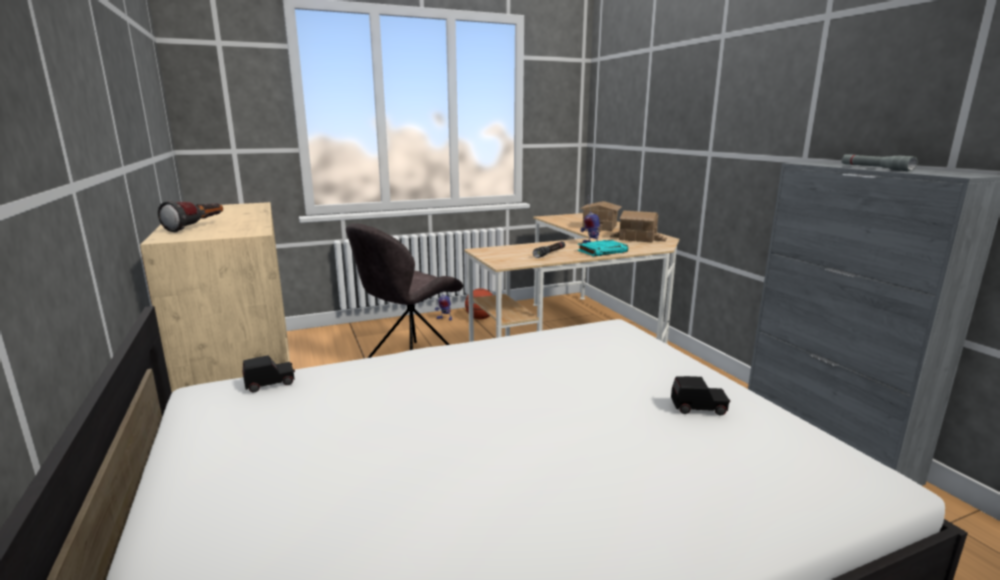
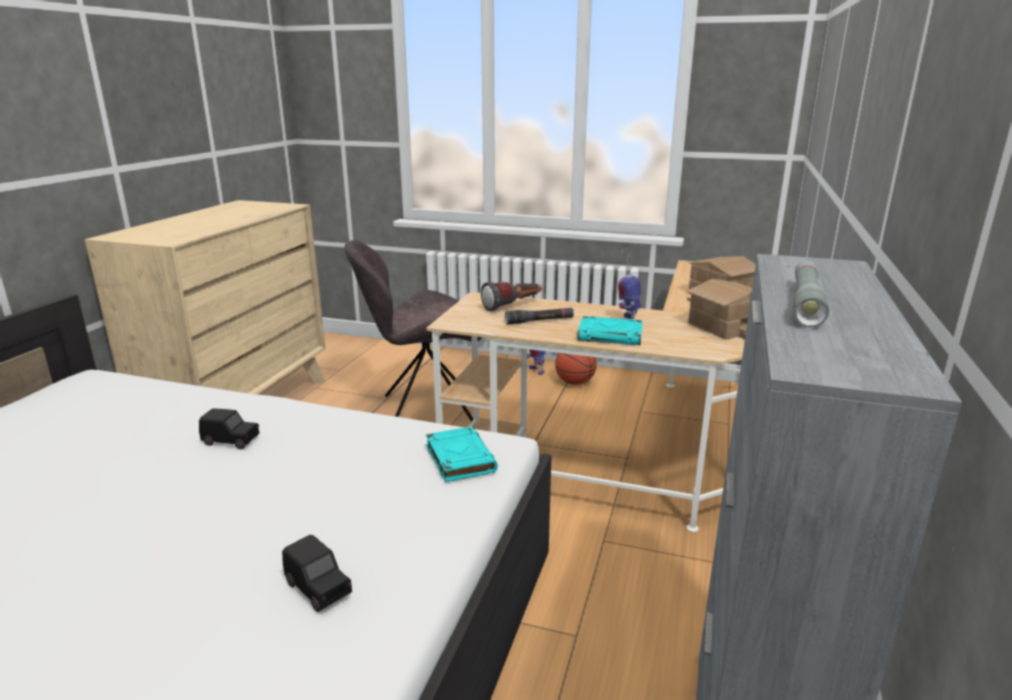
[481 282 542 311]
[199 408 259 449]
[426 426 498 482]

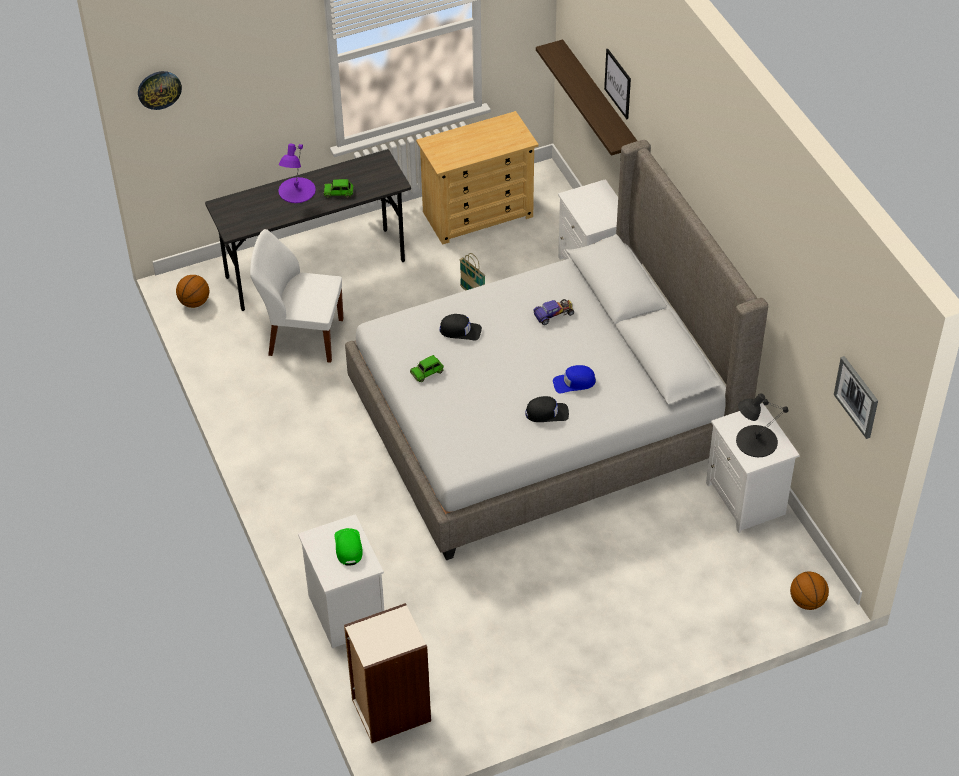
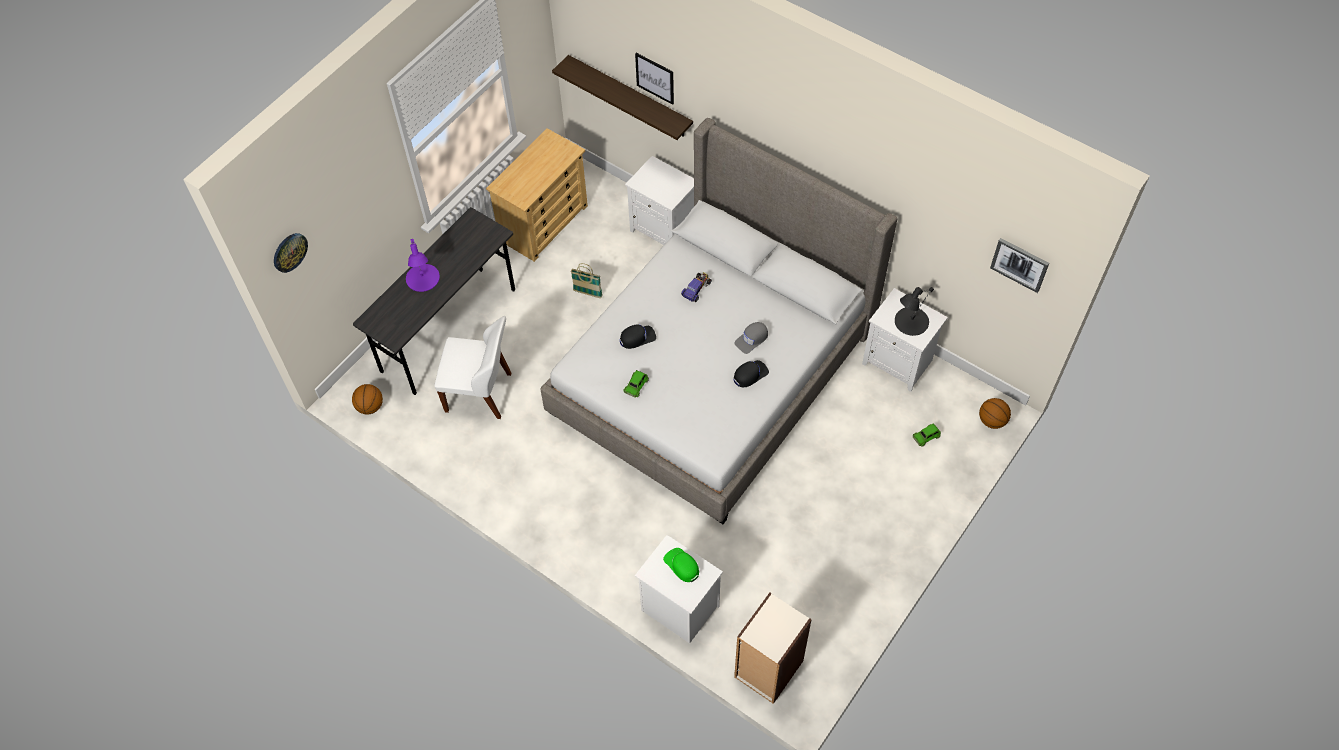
[913 424 941 447]
[434 316 511 419]
[734 322 768 354]

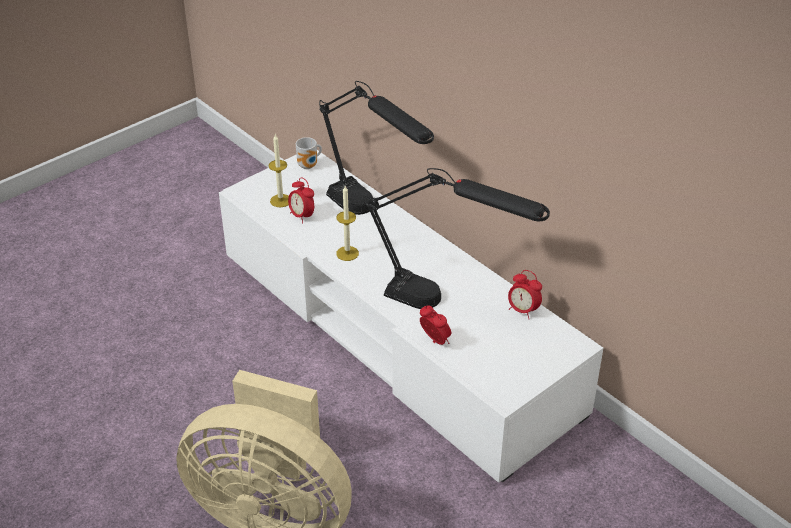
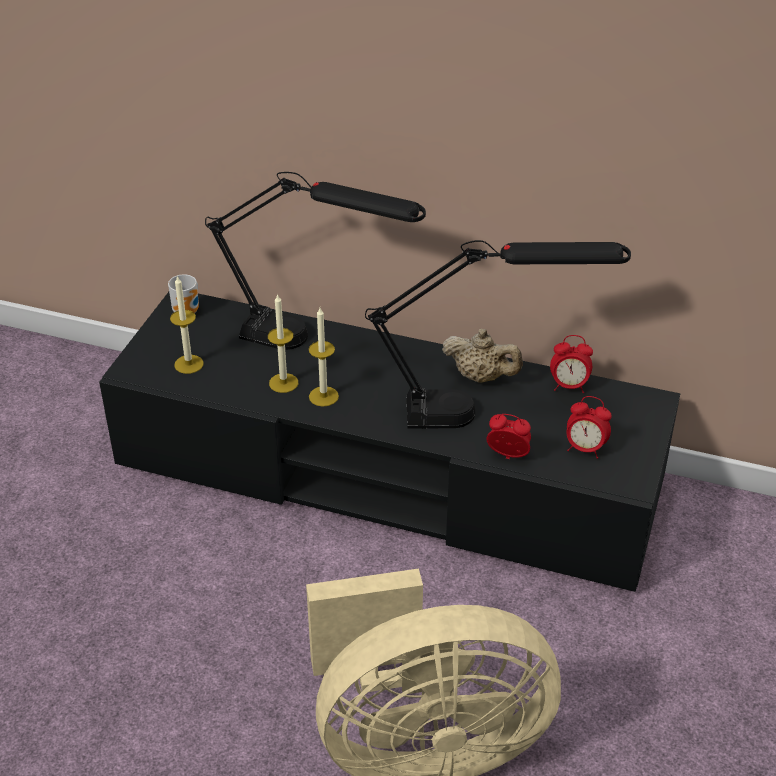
[99 292 680 592]
[567 396 612 459]
[268 294 298 393]
[442 329 523 383]

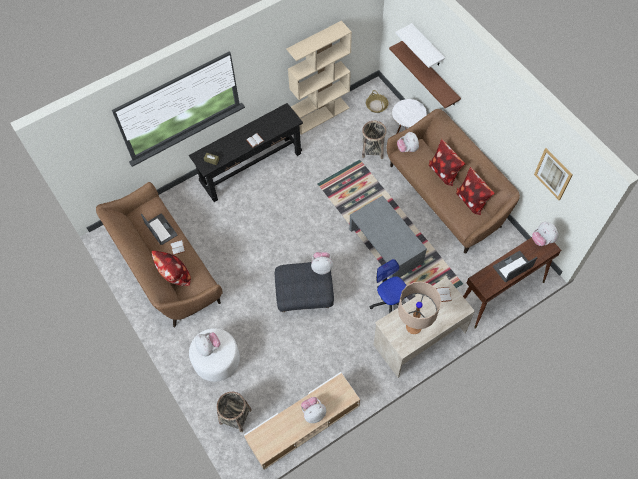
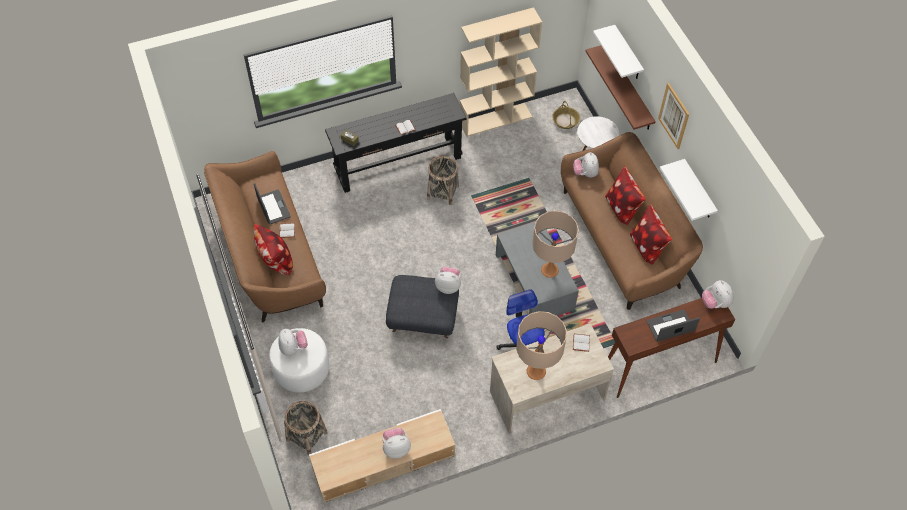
[427 156 459 205]
[658 83 689 149]
[660 159 718 221]
[532 211 579 278]

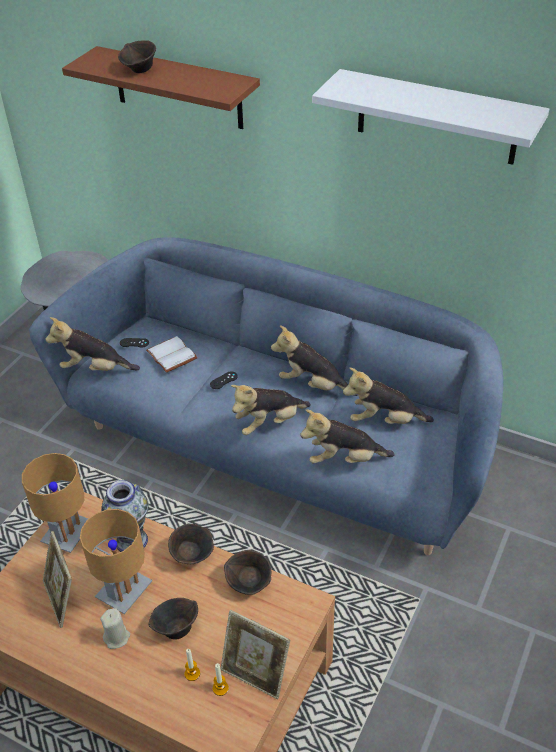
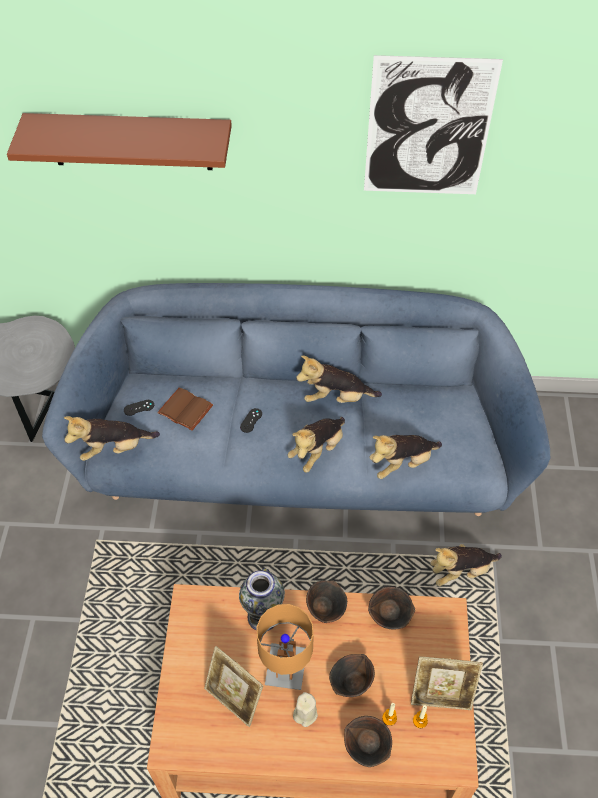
[344 716 392 767]
[364 55 503 194]
[157 388 213 431]
[430 544 502 586]
[22 453 88 553] (first image)

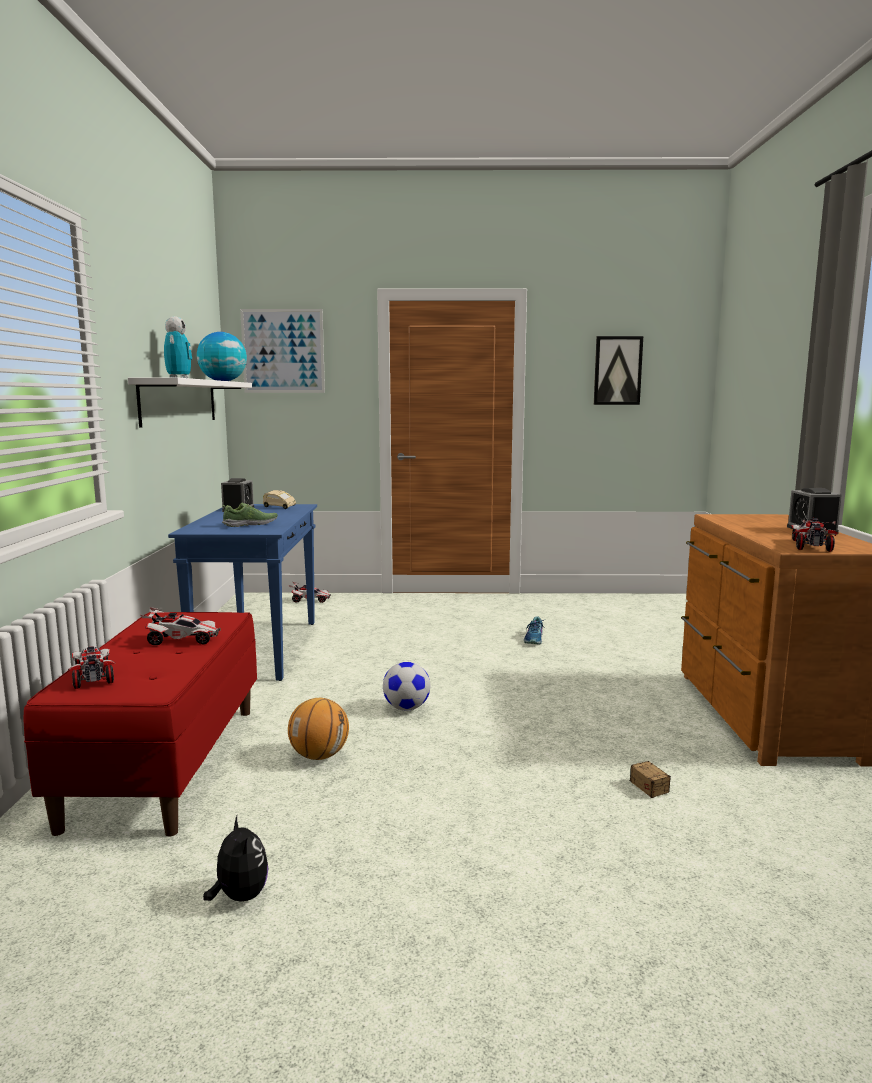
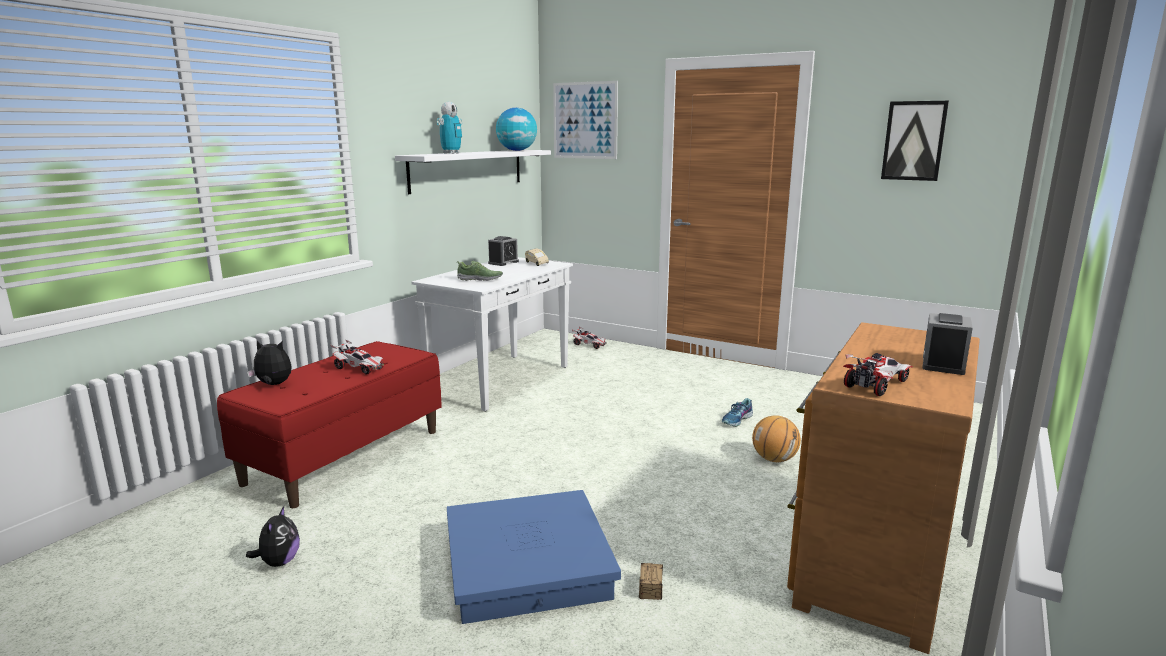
[411 257 573 412]
[247 341 292 385]
[383 662 430 710] (first image)
[752 415 801 462]
[447 490 621 624]

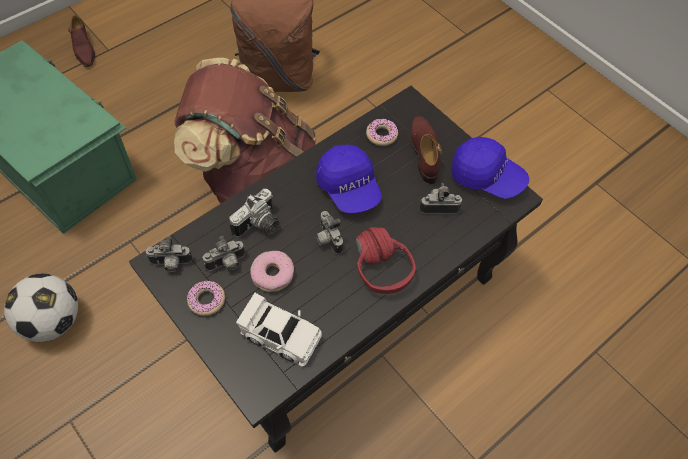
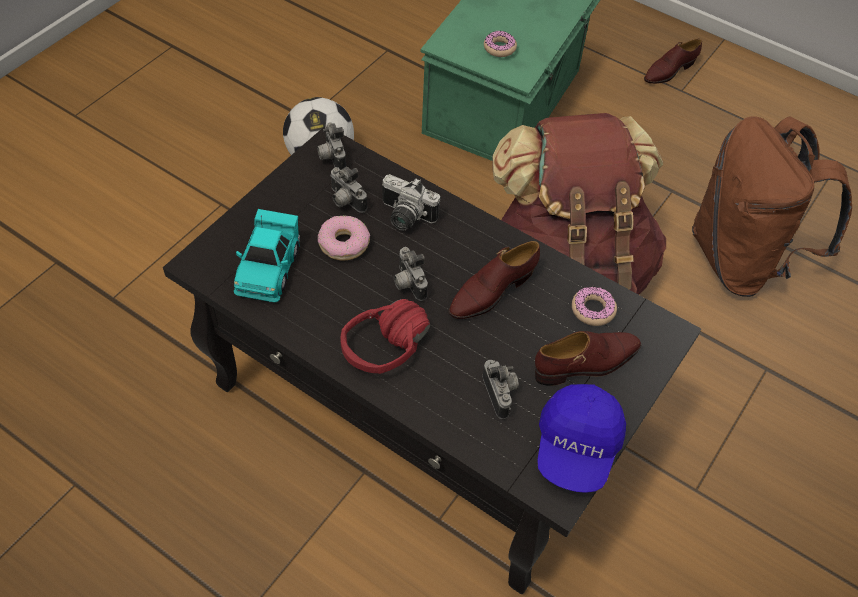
[448 241 540 319]
[394 247 428 301]
[484 31 517 57]
[234 209 300 302]

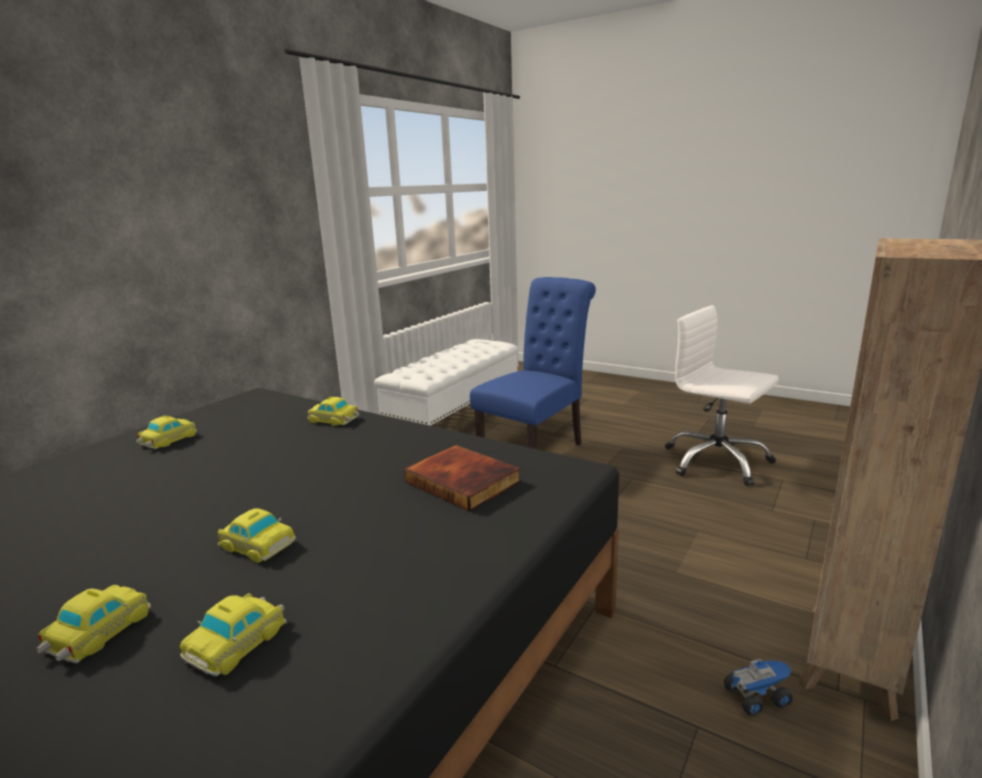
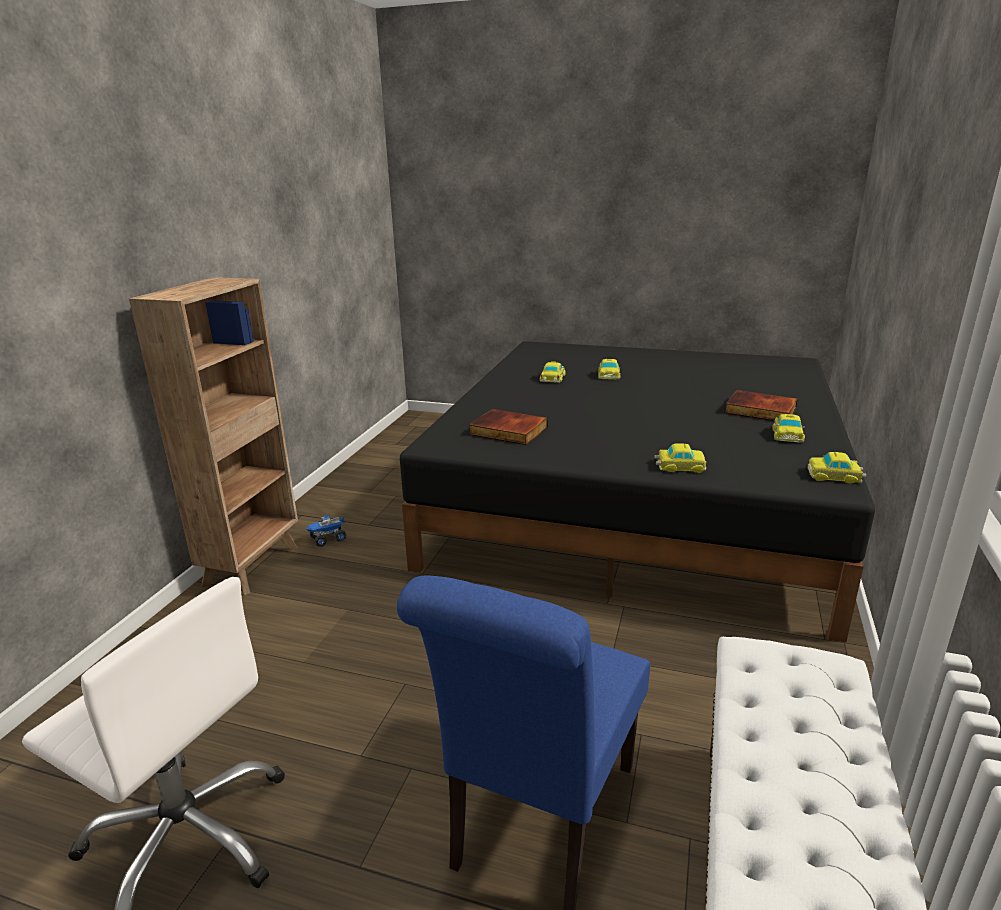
[808 452 866 483]
[725 390 798 421]

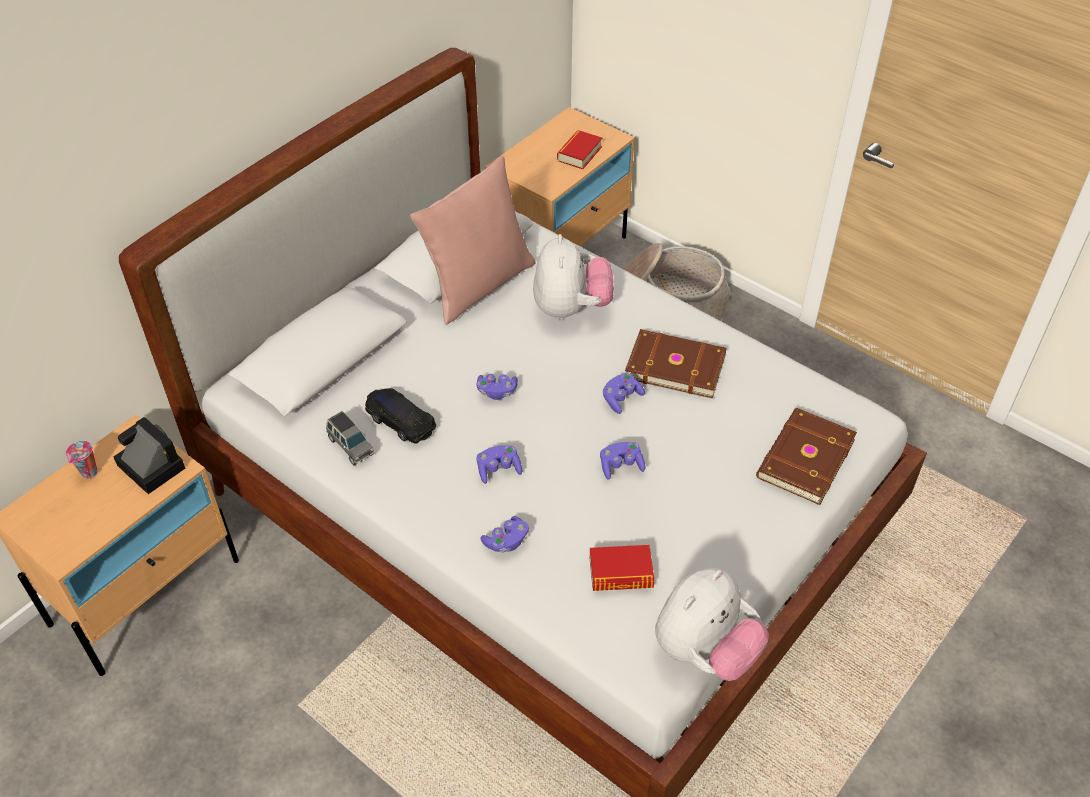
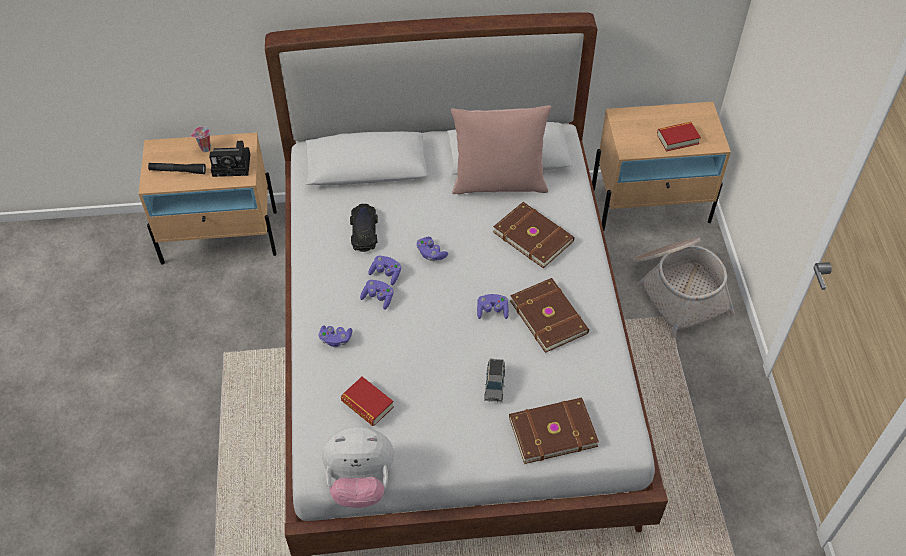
[493 202 575 268]
[484 359 505 402]
[209 141 250 177]
[368 256 401 285]
[148 163 206 174]

